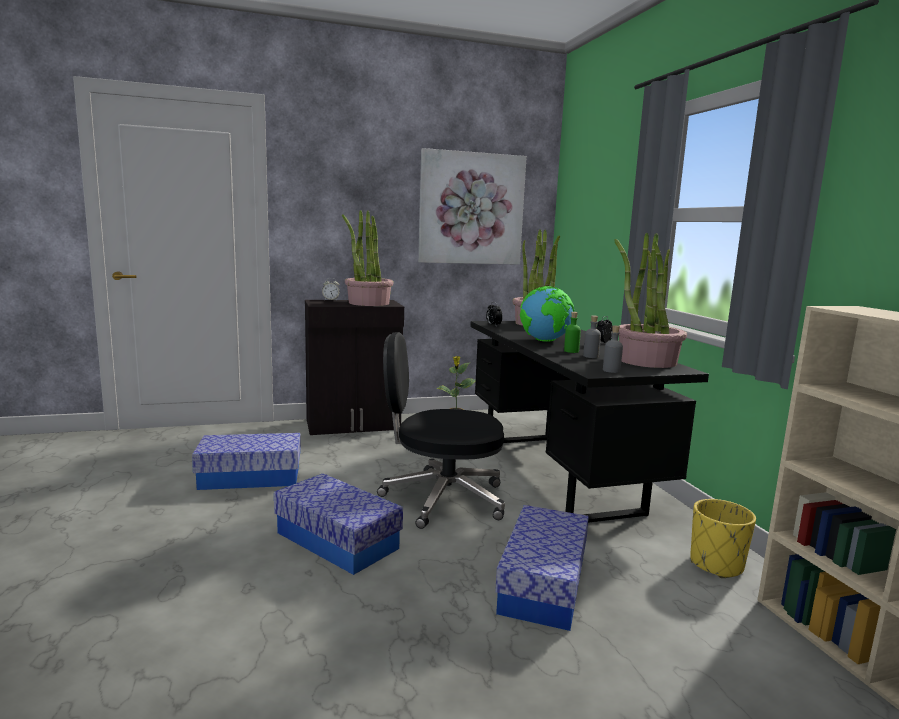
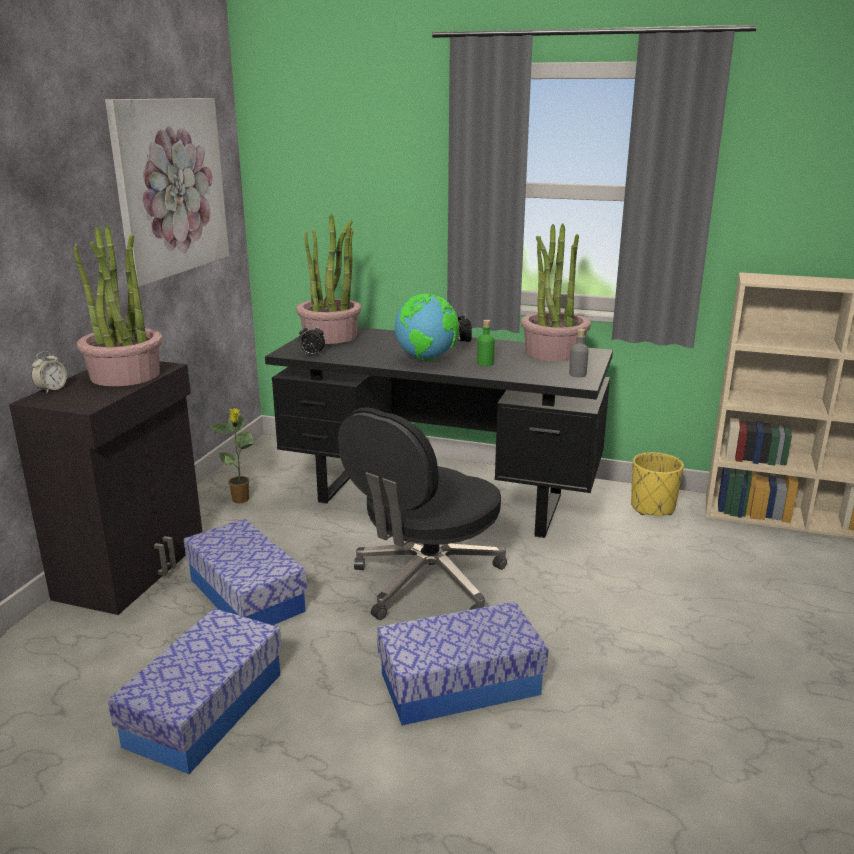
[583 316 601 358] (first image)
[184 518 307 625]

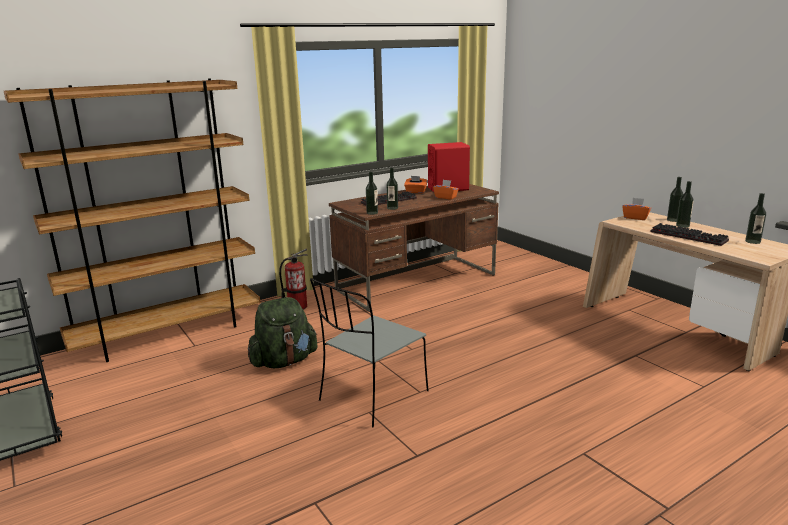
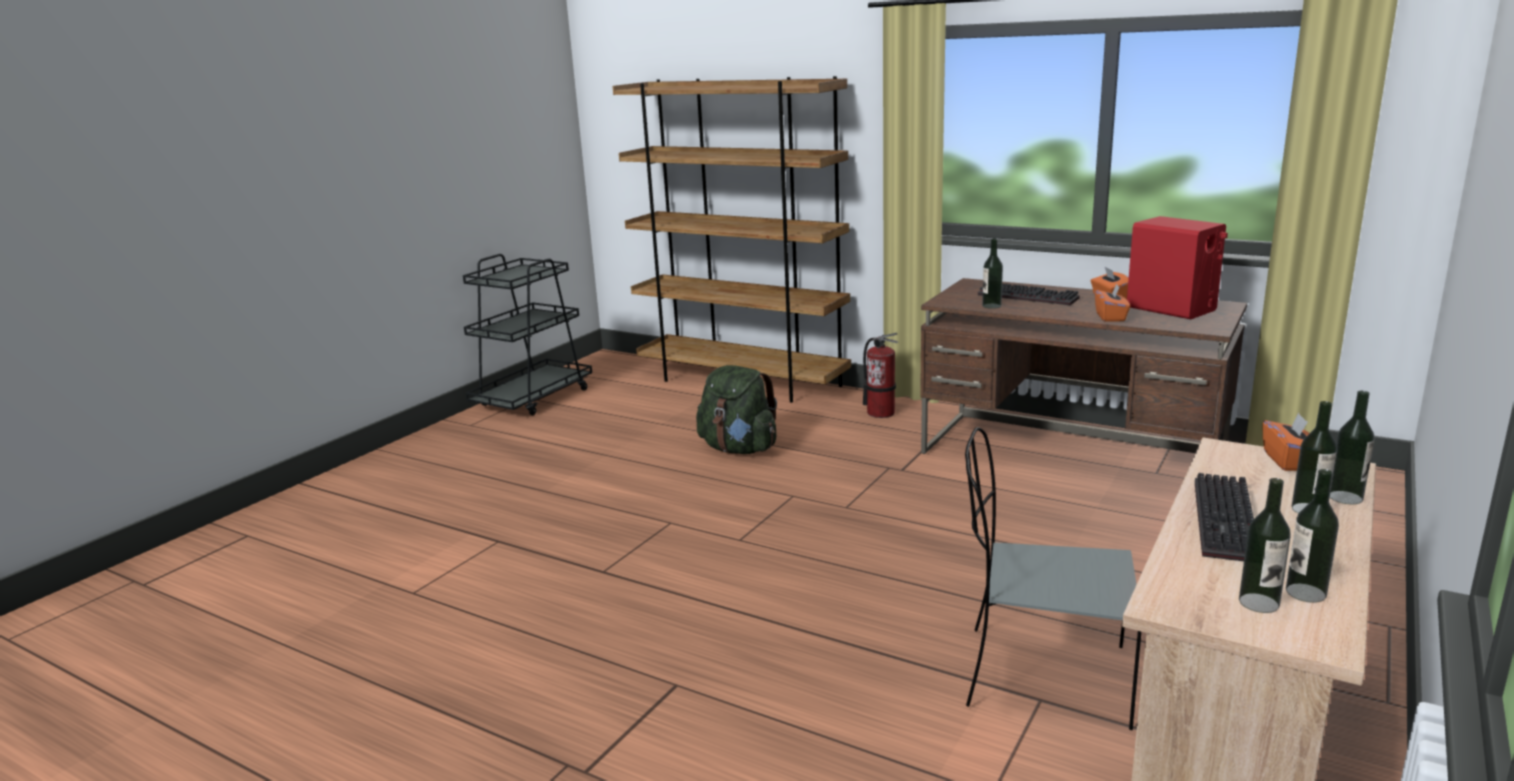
[1239 478 1291 613]
[965 427 1142 730]

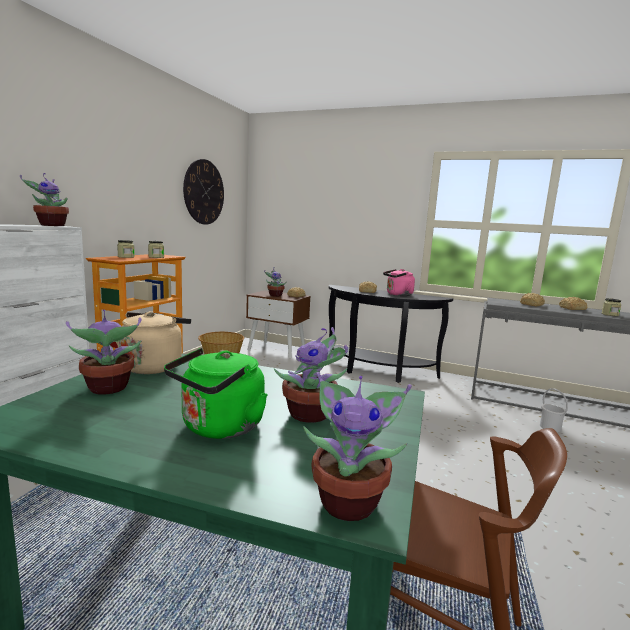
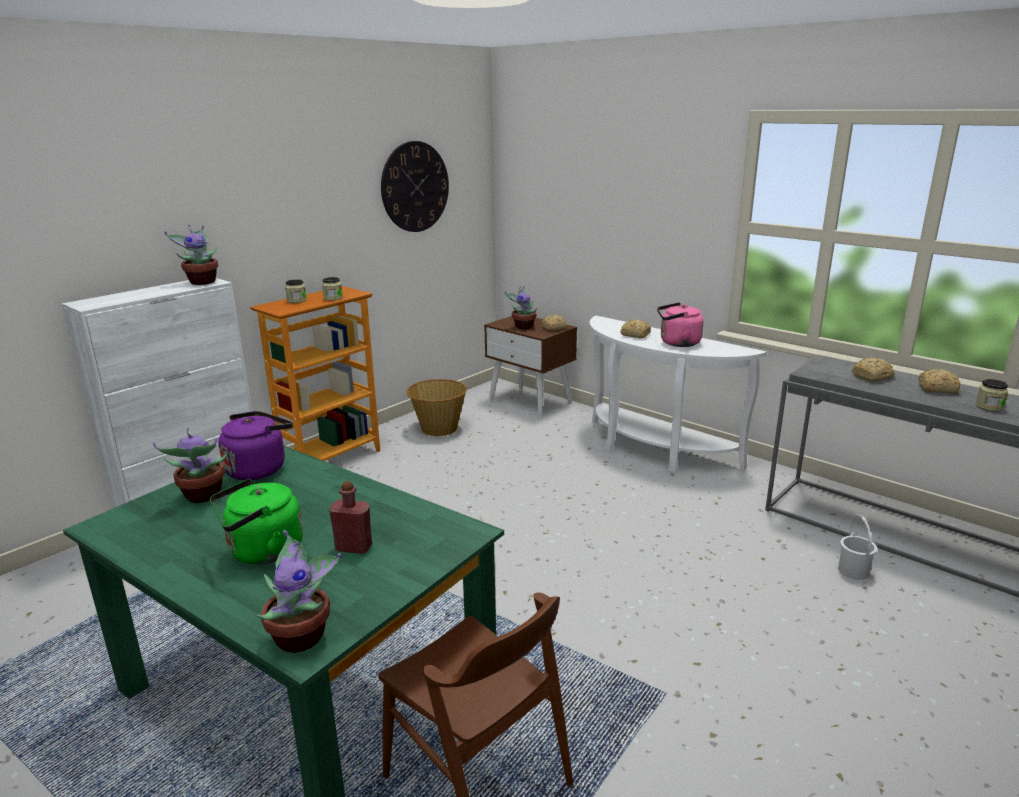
[590 316 767 472]
[218 411 293 480]
[329 481 372 554]

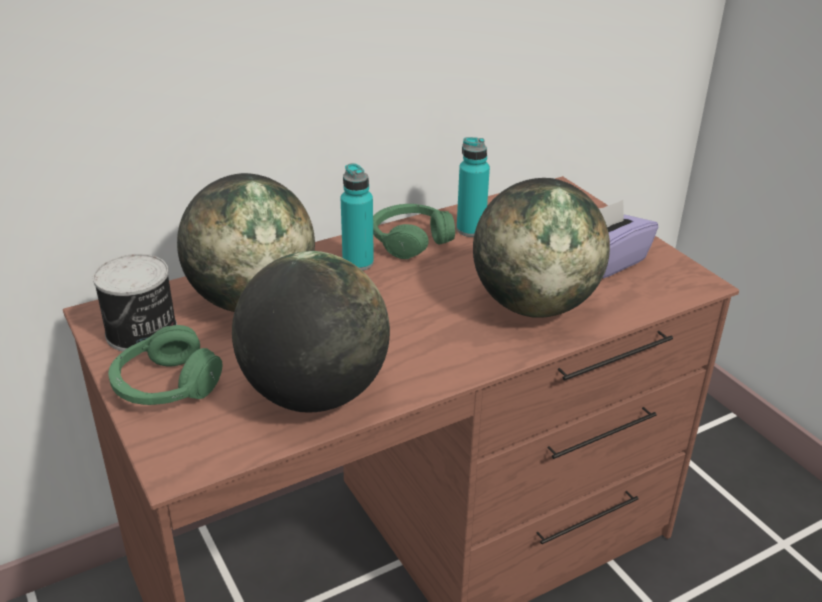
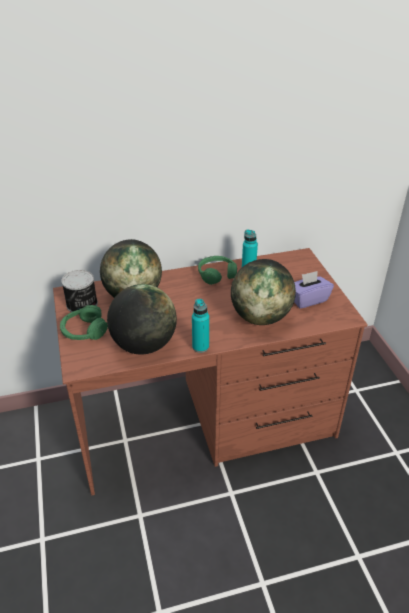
[192 298 209 353]

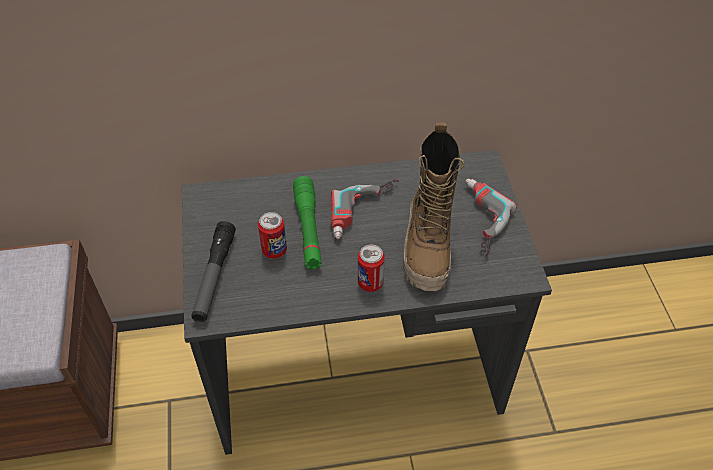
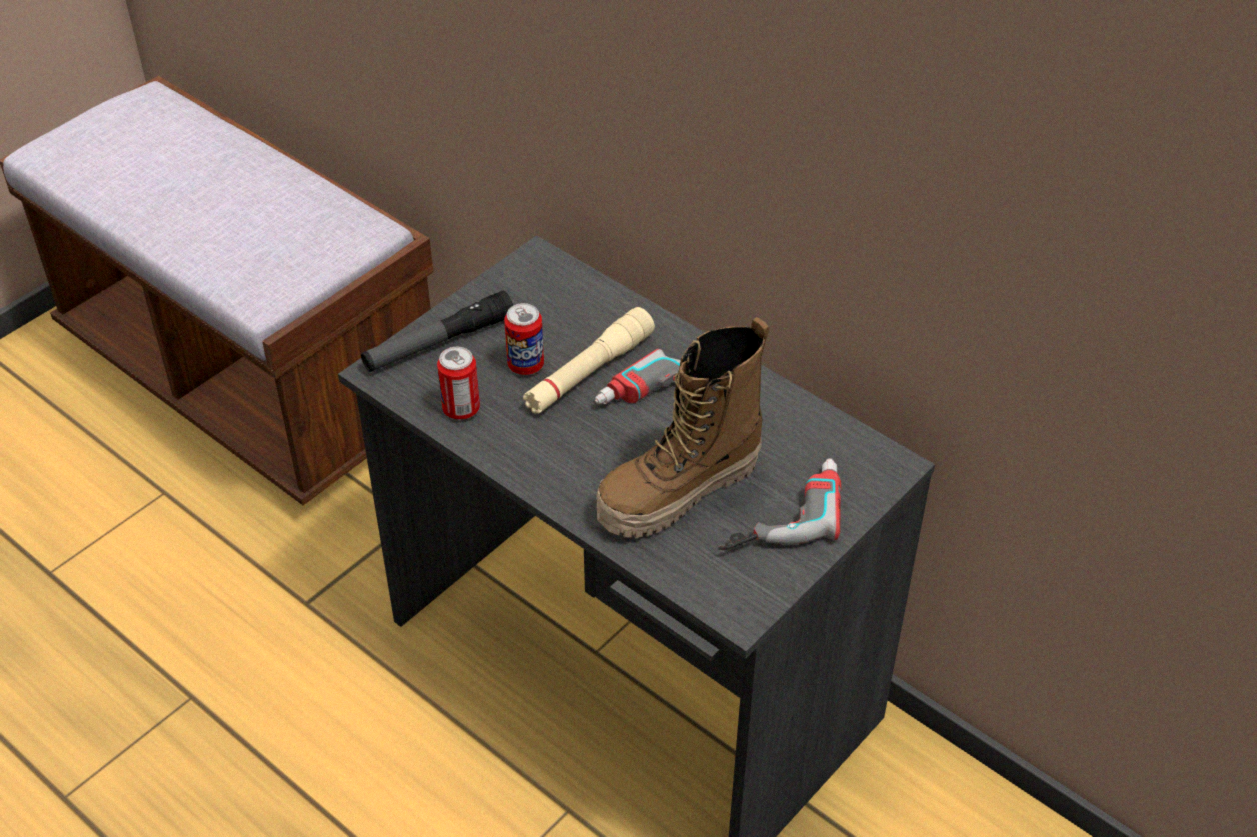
[523 307 655 414]
[437 347 480 420]

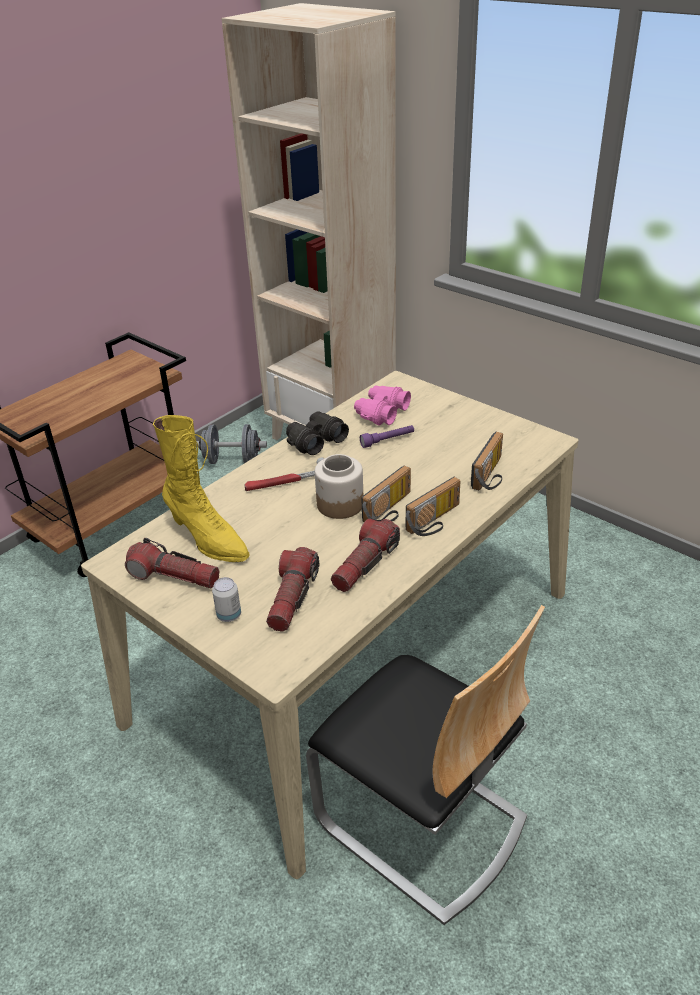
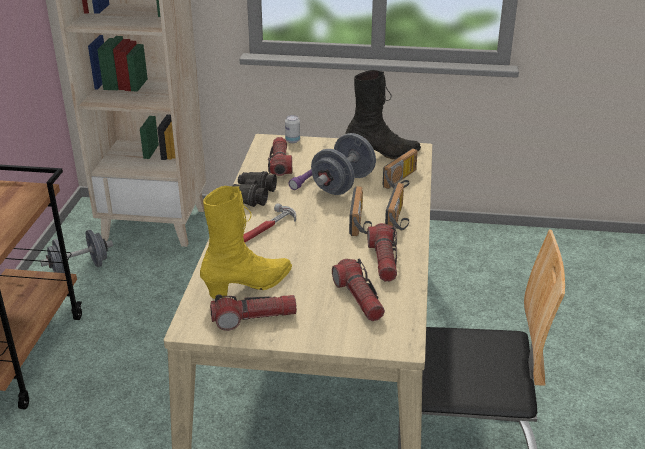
[268 137 292 176]
[200 186 292 299]
[383 148 418 189]
[315 454 363 519] (first image)
[285 115 300 143]
[345 70 421 160]
[311 133 376 195]

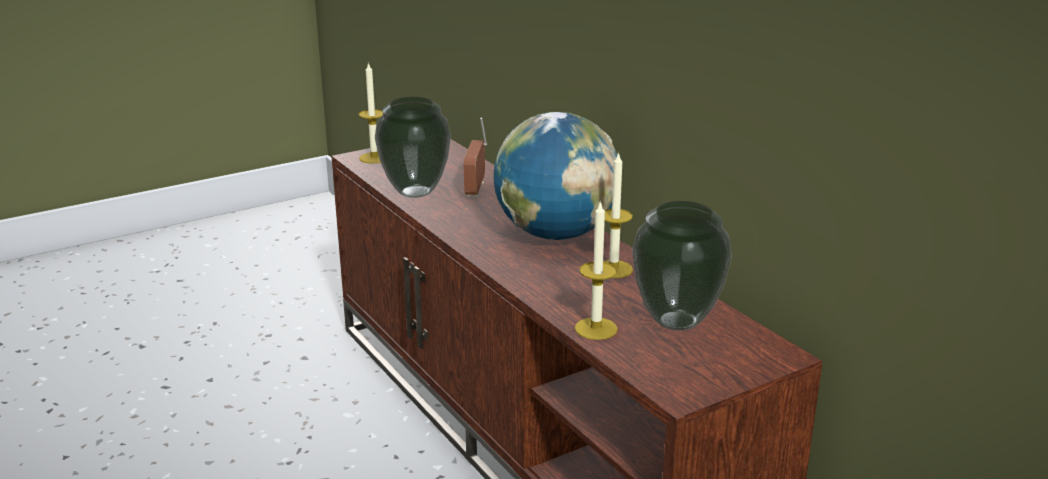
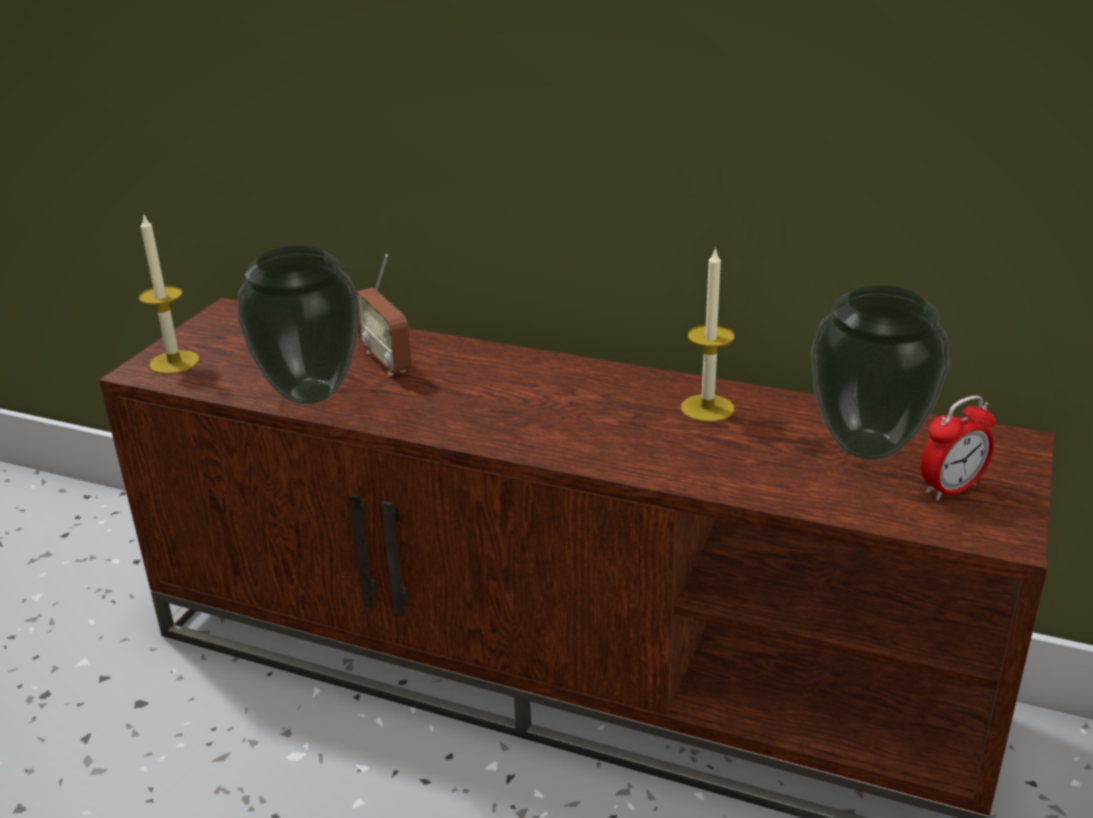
[493 112 617 240] (first image)
[575 200 618 340] (first image)
[920 396 996 500]

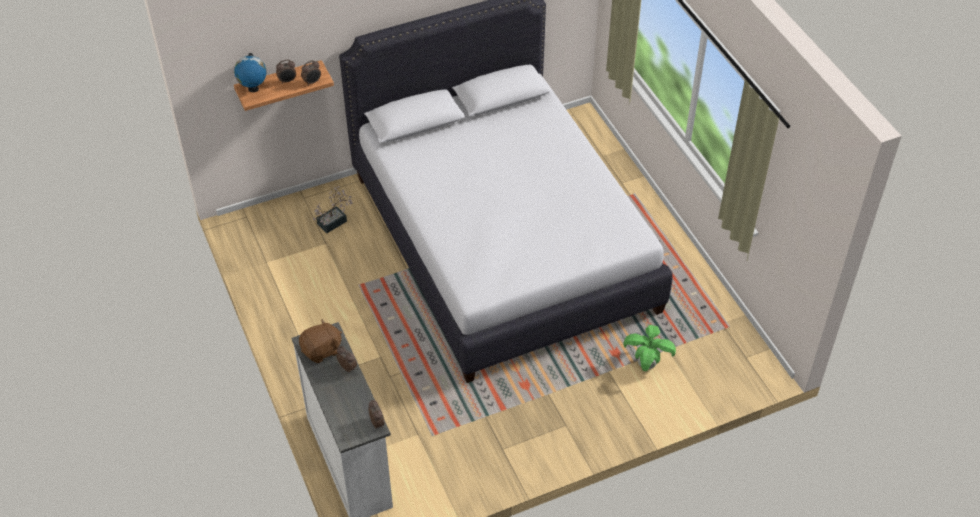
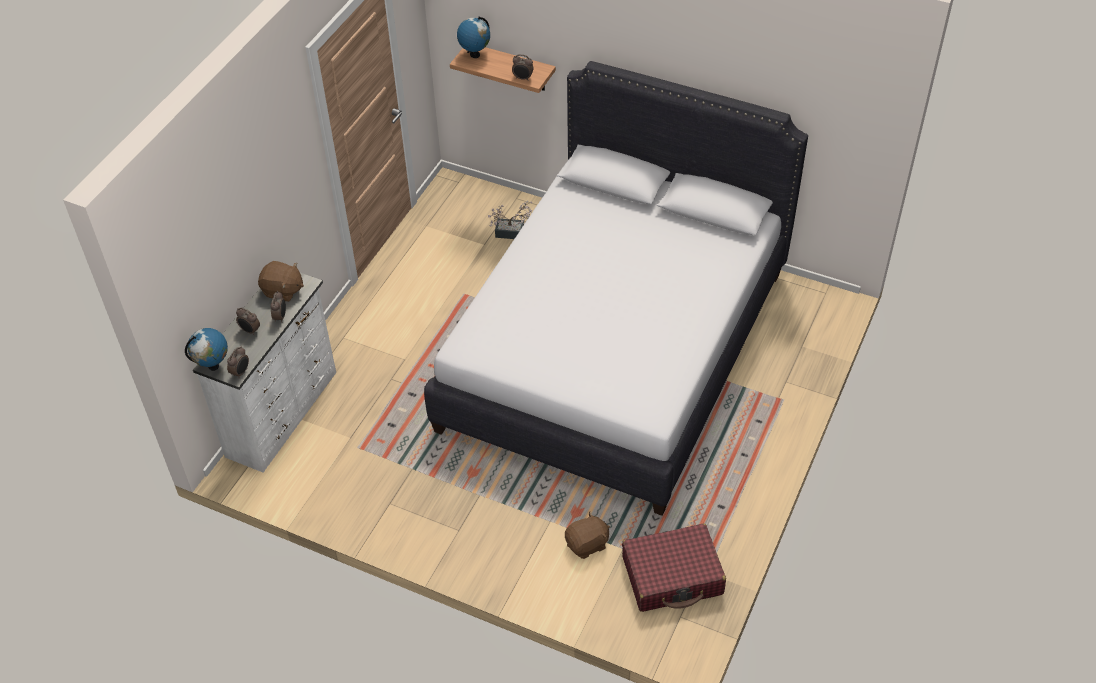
[236 307 260 335]
[565 511 610 559]
[185 328 228 371]
[622 524 726 612]

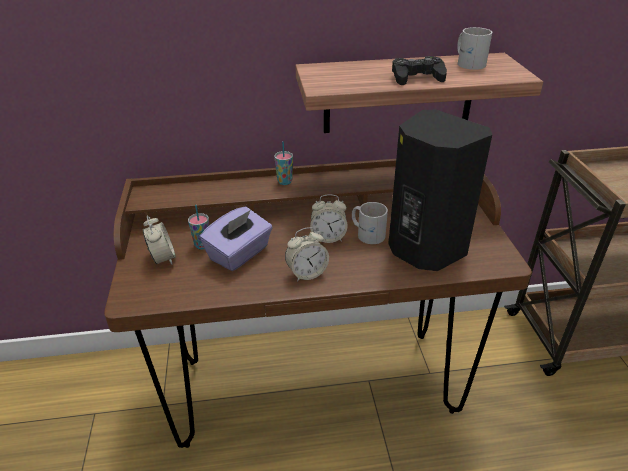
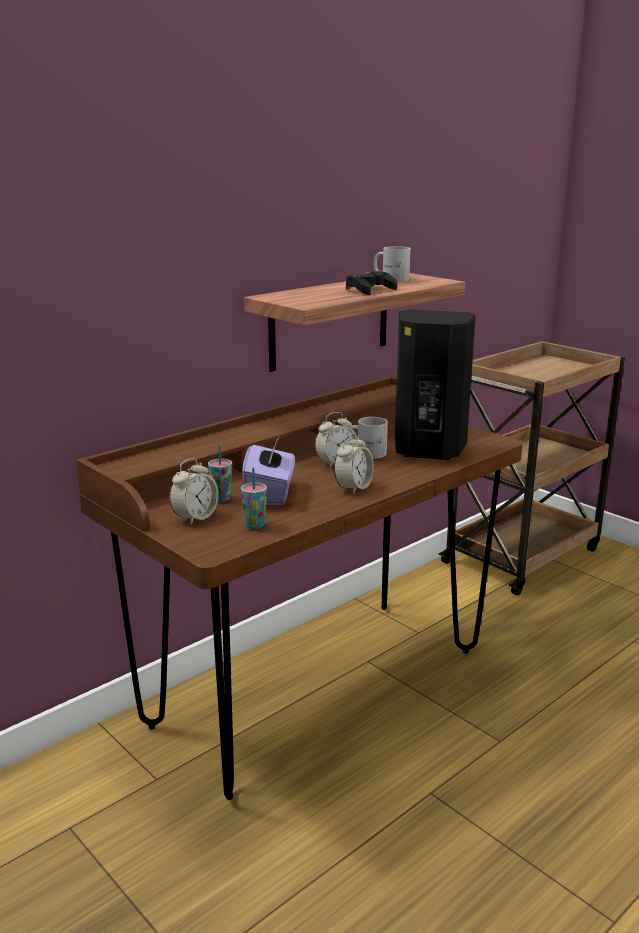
[241 468 267 529]
[169 458 219 525]

